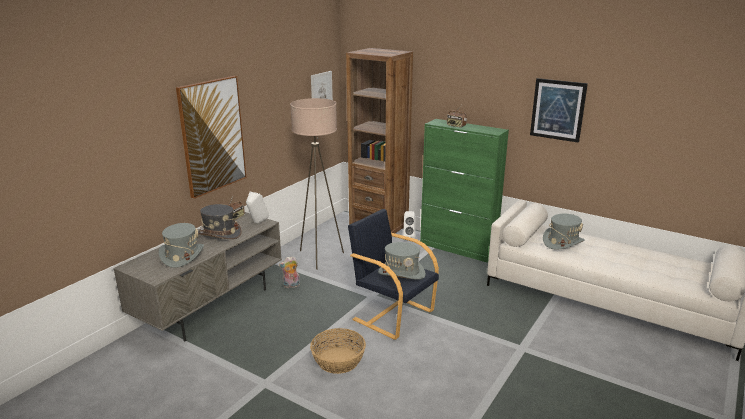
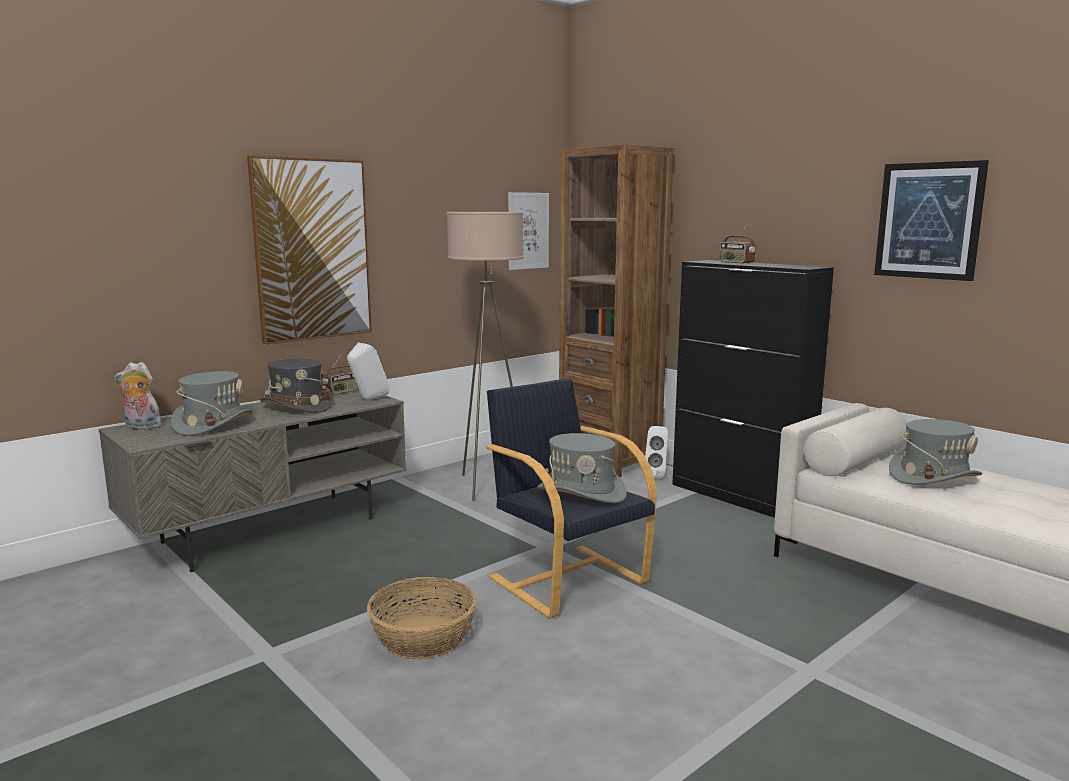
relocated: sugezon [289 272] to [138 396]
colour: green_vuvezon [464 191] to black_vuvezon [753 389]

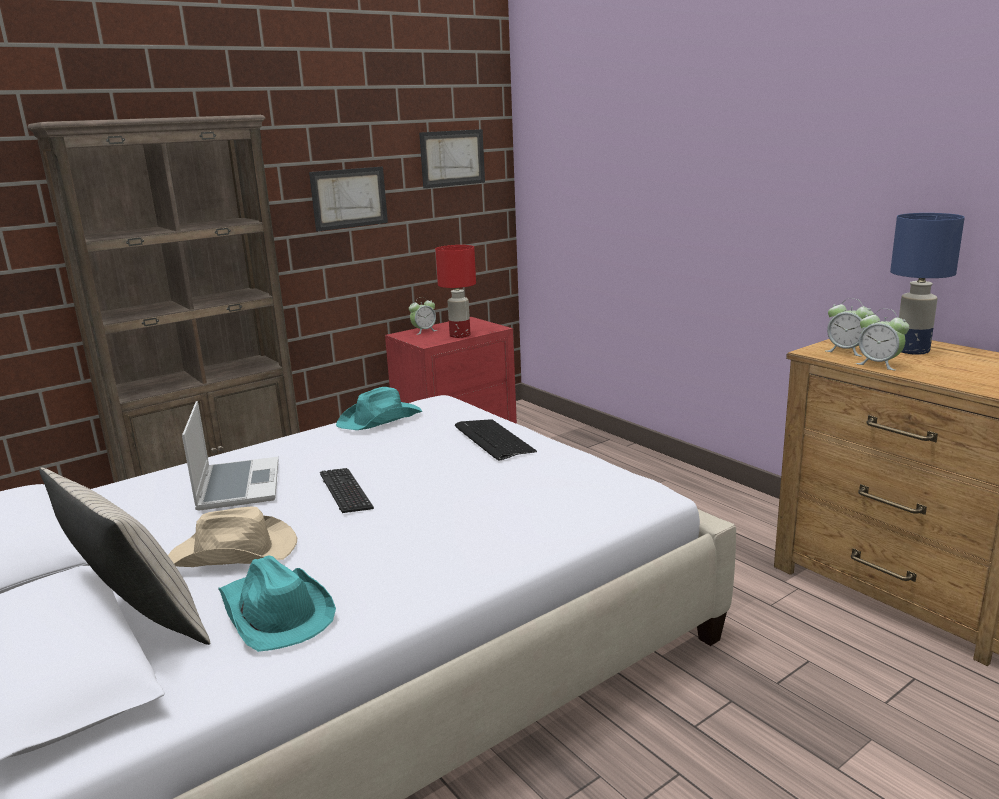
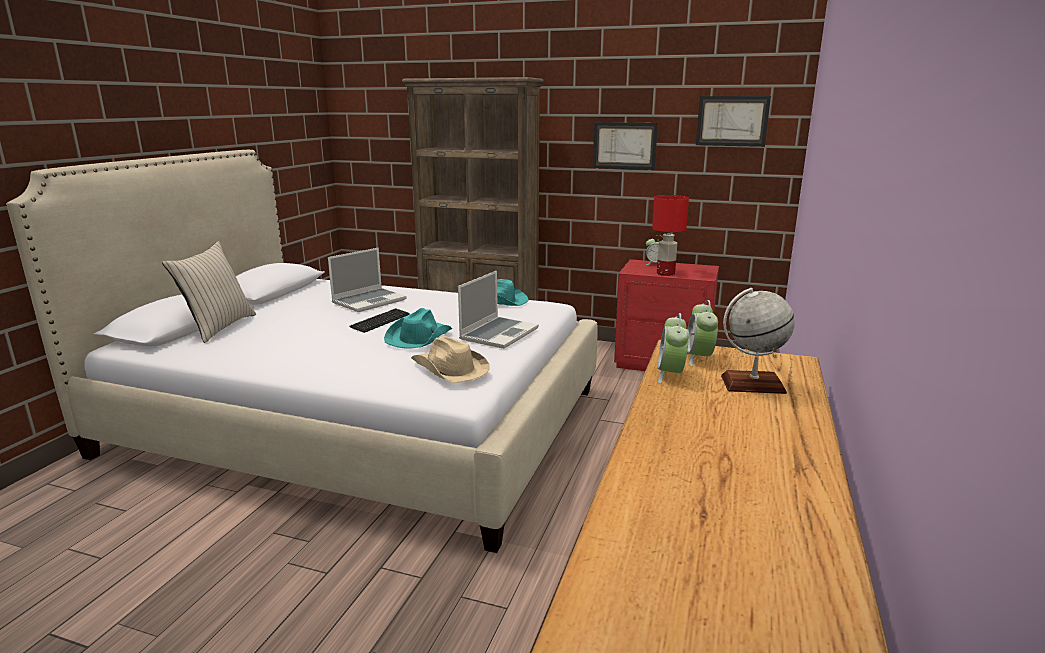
relocated: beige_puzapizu [232 537] to [450 359]; turquoise_puzapizu [277 603] to [418 328]
exchanged: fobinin [496 440] to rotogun [498 310]; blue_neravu [927 284] to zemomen [758 341]

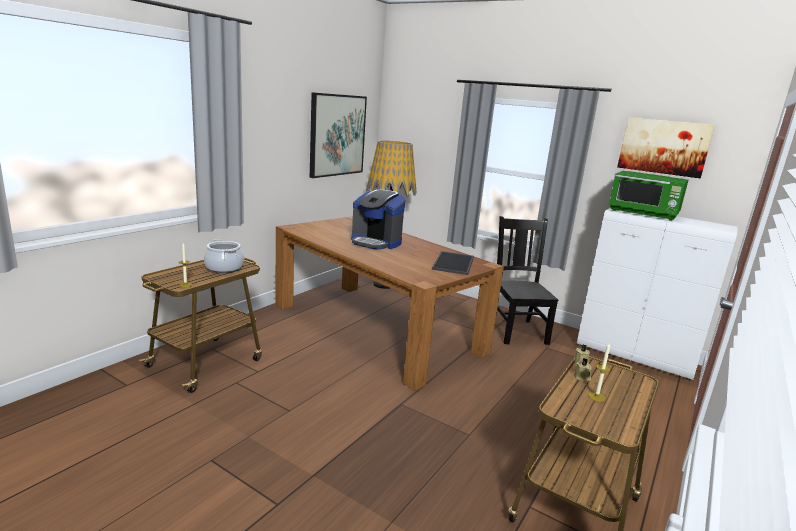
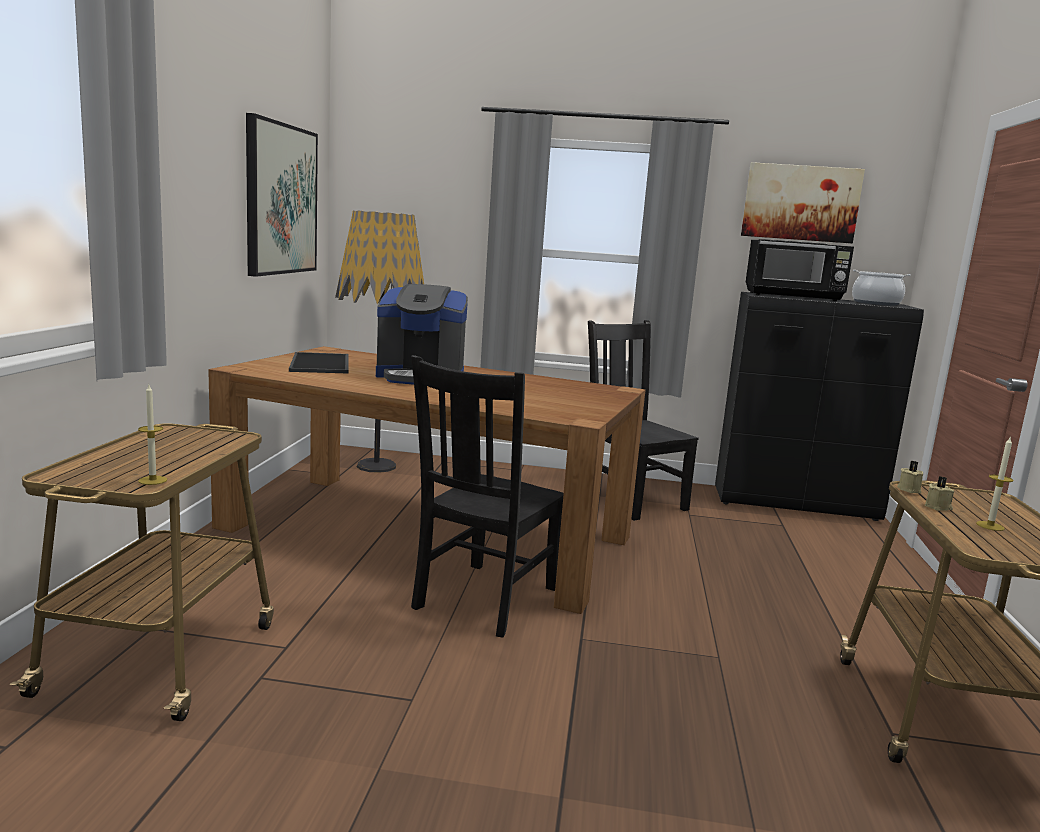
appeared: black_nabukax [487 496]
relocated: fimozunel [224 256] to [881 288]; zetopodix [453 263] to [319 362]
colour: white_vuvezon [657 294] to black_vuvezon [819 406]; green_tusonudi [648 196] to black_tusonudi [800 270]

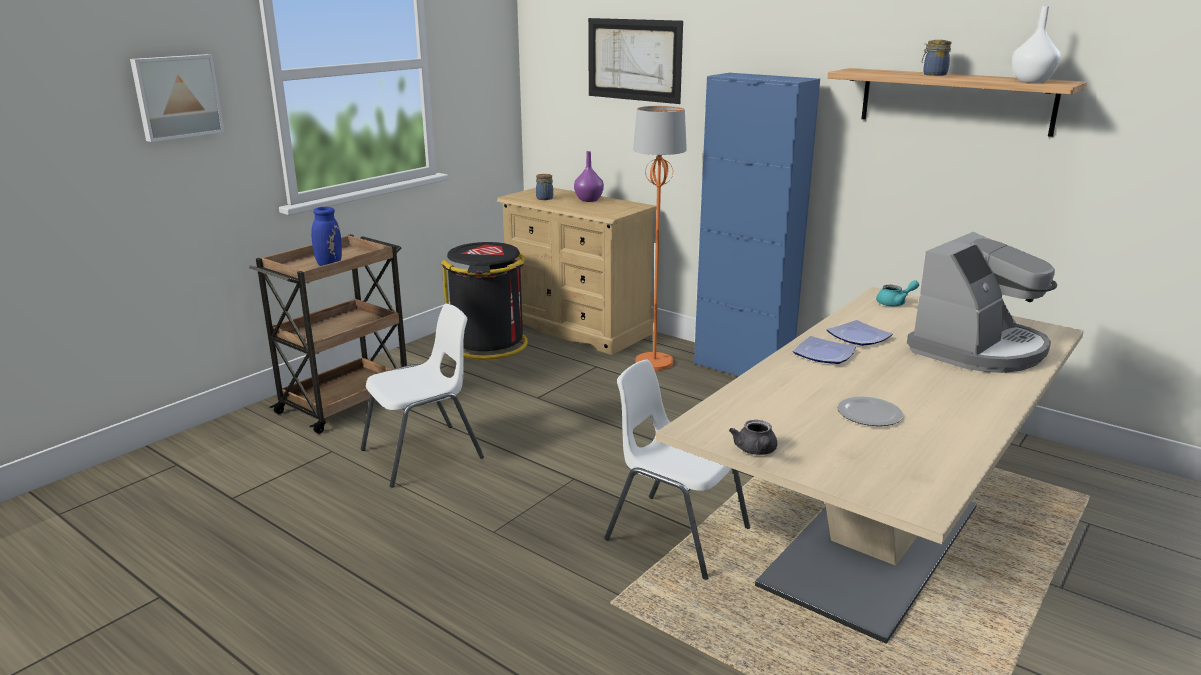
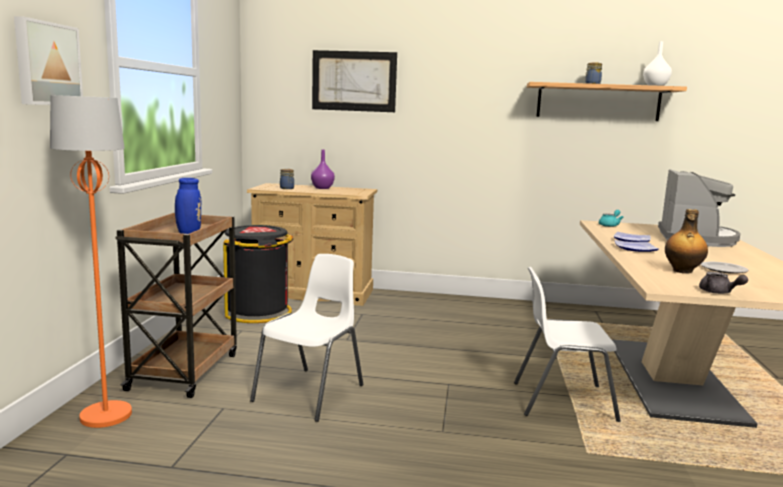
missing: blue_vuvezon [757 224]
appeared: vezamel [686 241]
relocated: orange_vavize [660 238] to [91 261]

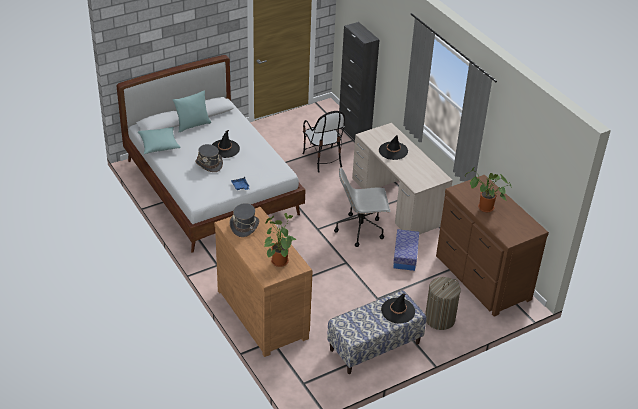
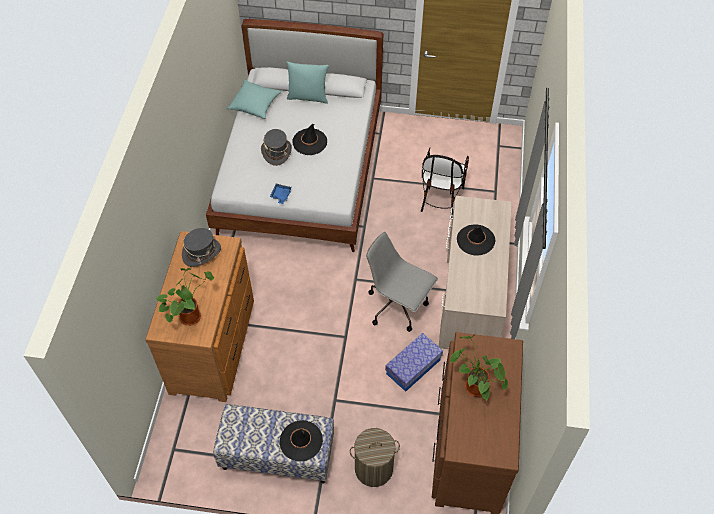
missing: black_vuvezon [359 81]

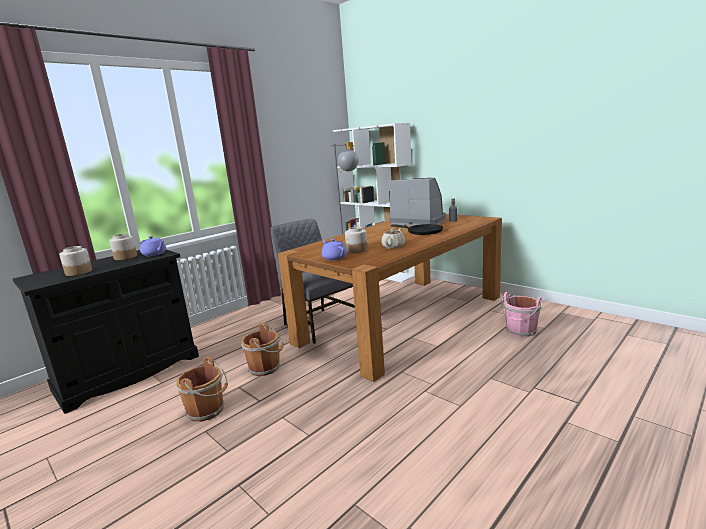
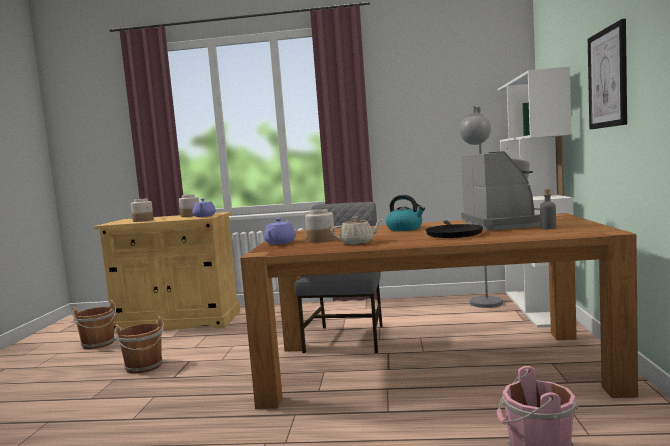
appeared: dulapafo [405 213]; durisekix [607 74]
relocated: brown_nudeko [262 349] to [94 324]
colour: black_vuvezon [106 332] to beige_vuvezon [167 272]

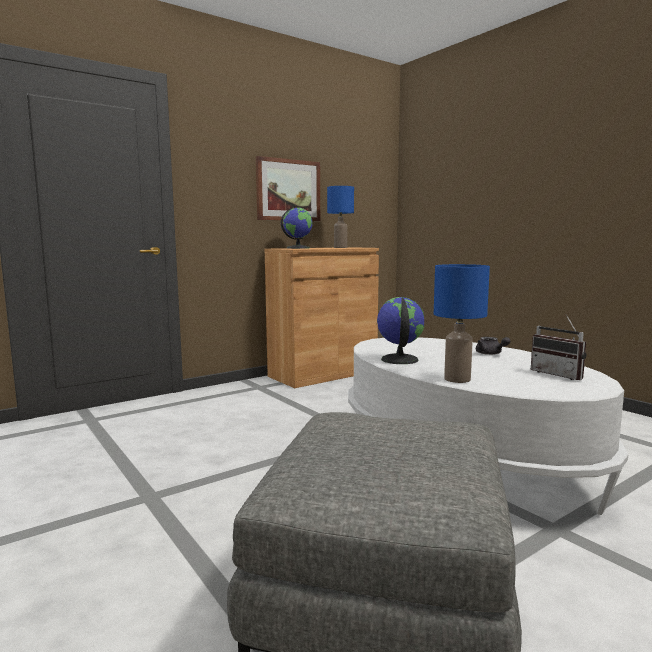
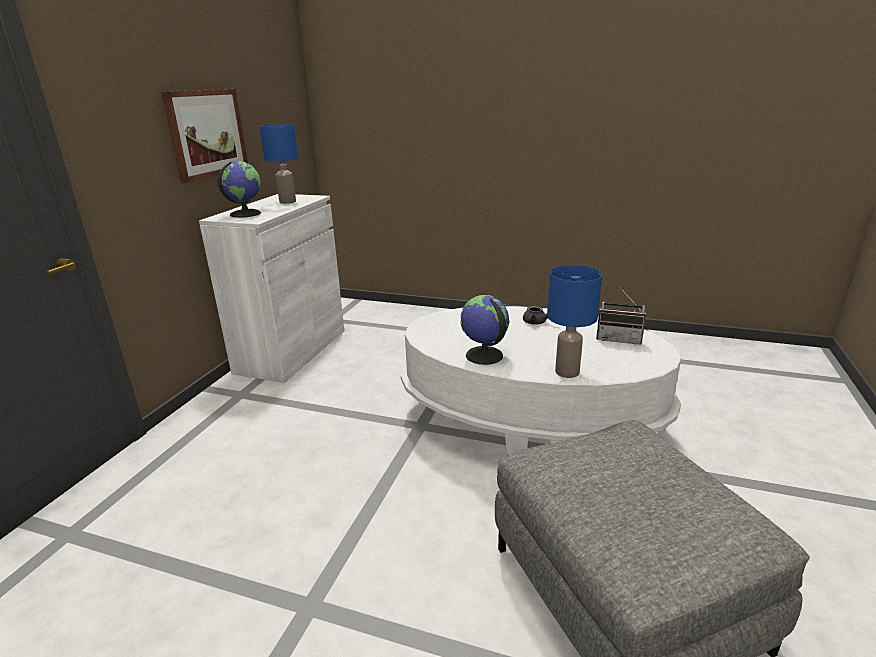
colour: brown_vuvezon [322 317] to white_vuvezon [271 288]

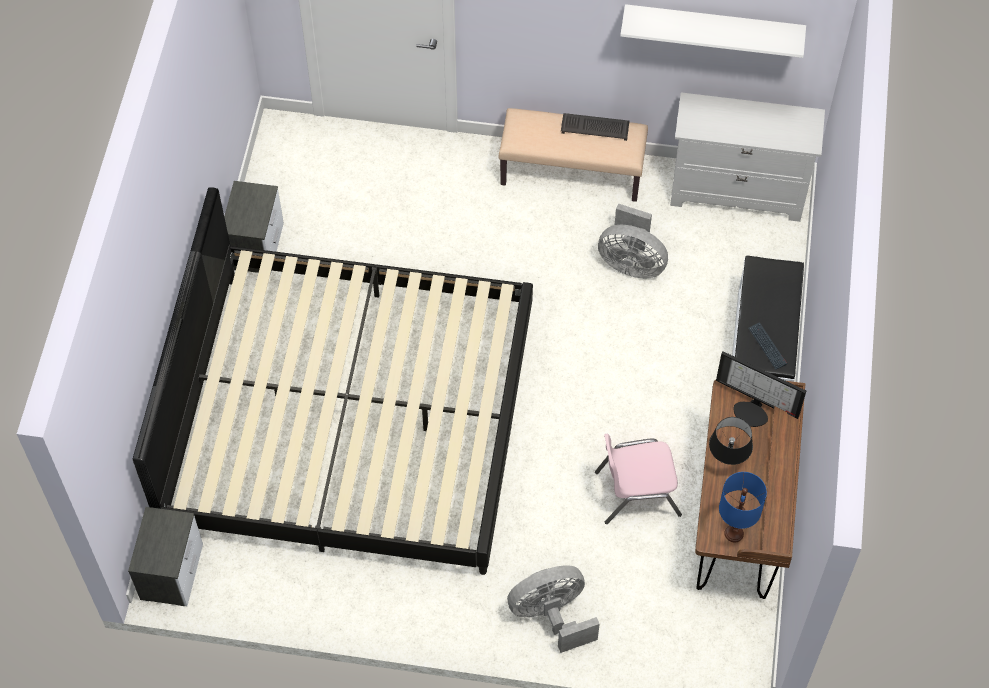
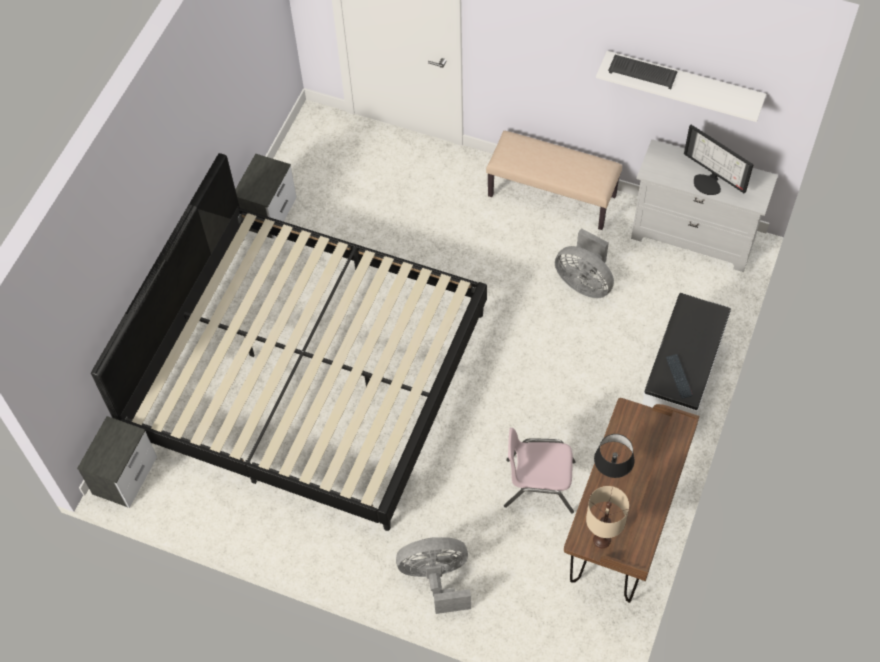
relocated: fobinin [595 127] to [643 72]; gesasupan [761 389] to [718 160]
colour: blue_neravu [743 507] to beige_neravu [607 517]

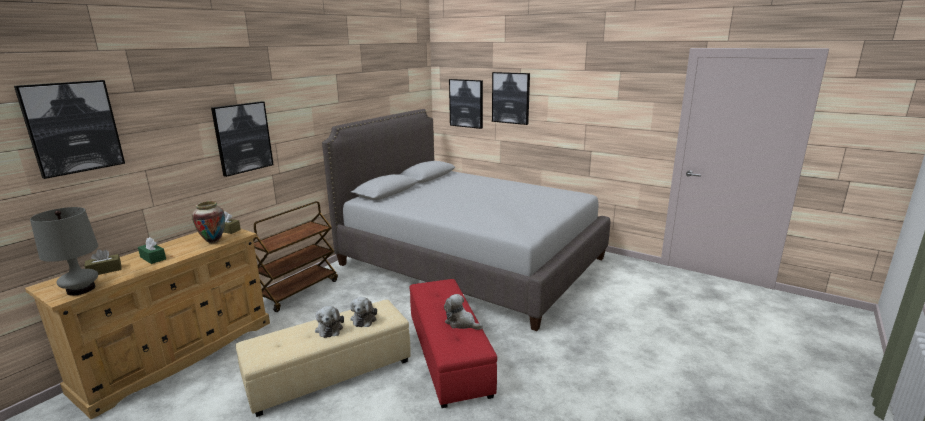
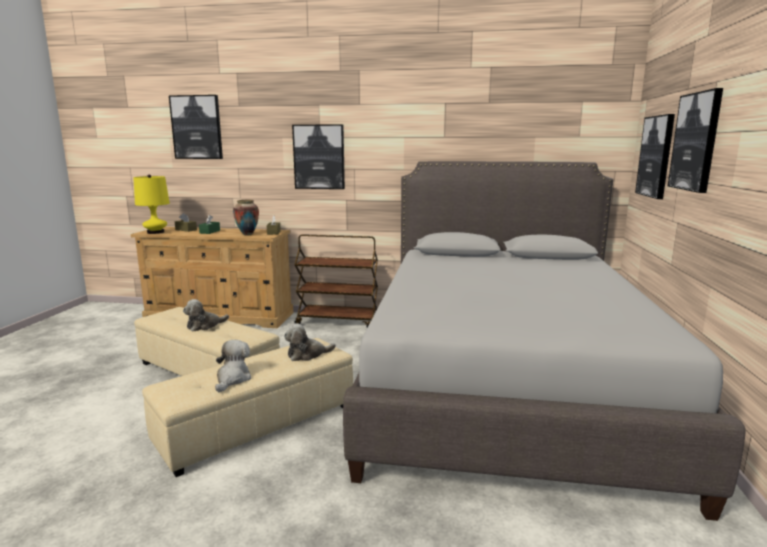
relocated: sugezon [363 312] to [310 342]
colour: grey_neravu [64 251] to yellow_neravu [151 204]; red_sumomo [453 343] to beige_sumomo [247 407]

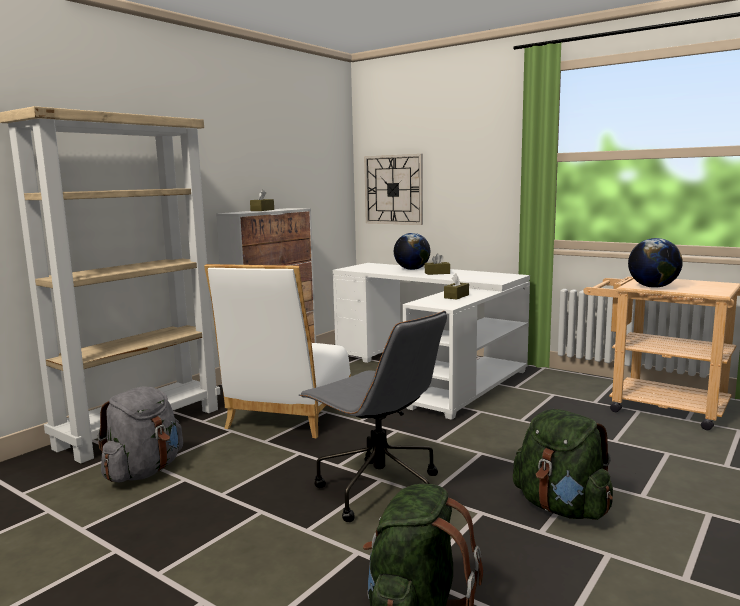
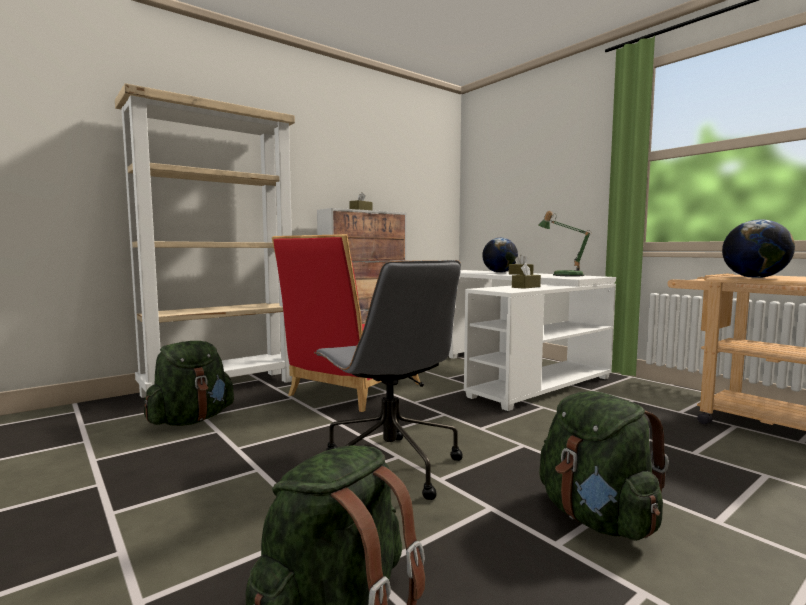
missing: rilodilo [393 189]
appeared: neravu [565 244]
colour: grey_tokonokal [140 435] to green_tokonokal [189 383]; white_nabukax [277 351] to red_nabukax [346 323]

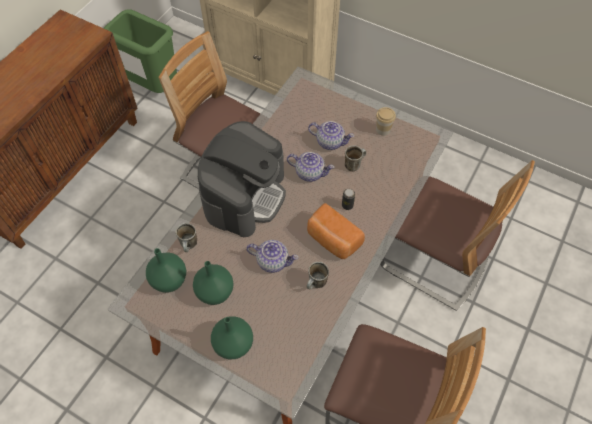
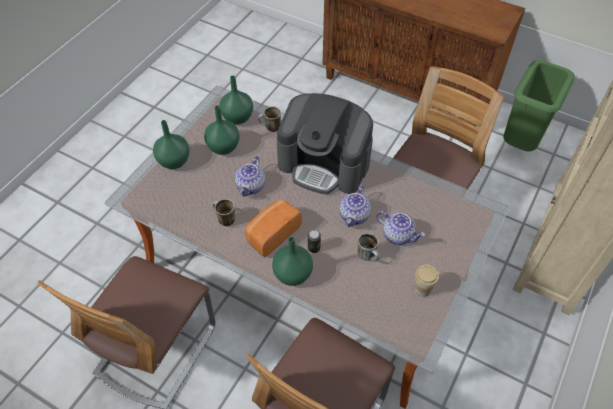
appeared: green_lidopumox [292 261]
spun: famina [331 135] = [400 227] 75 degrees counterclockwise

